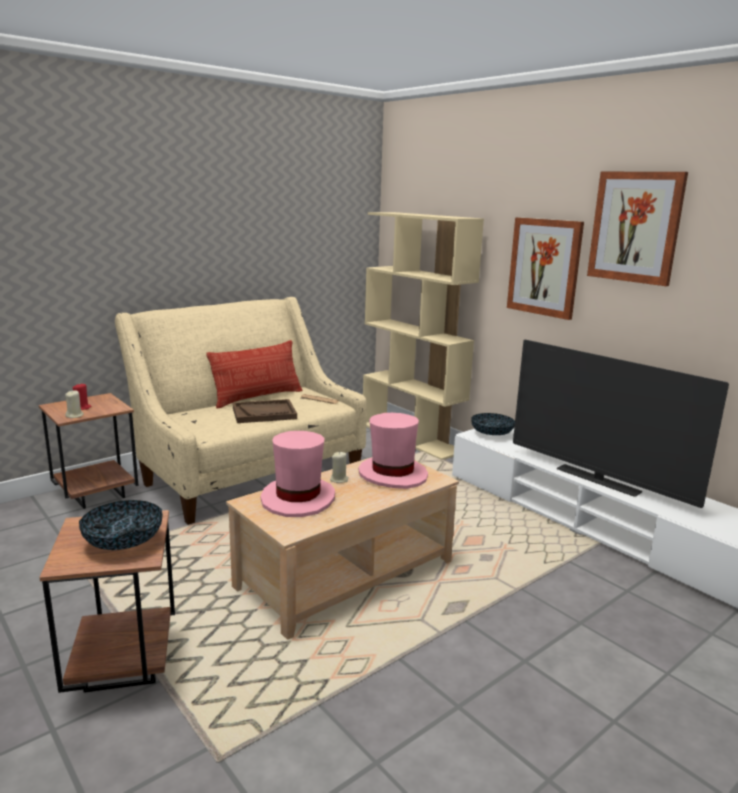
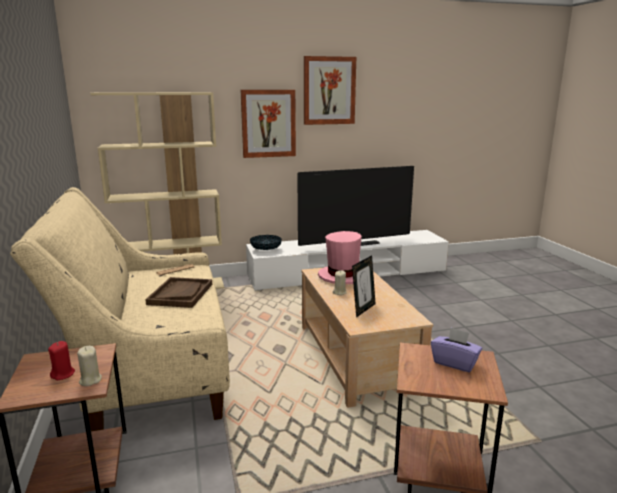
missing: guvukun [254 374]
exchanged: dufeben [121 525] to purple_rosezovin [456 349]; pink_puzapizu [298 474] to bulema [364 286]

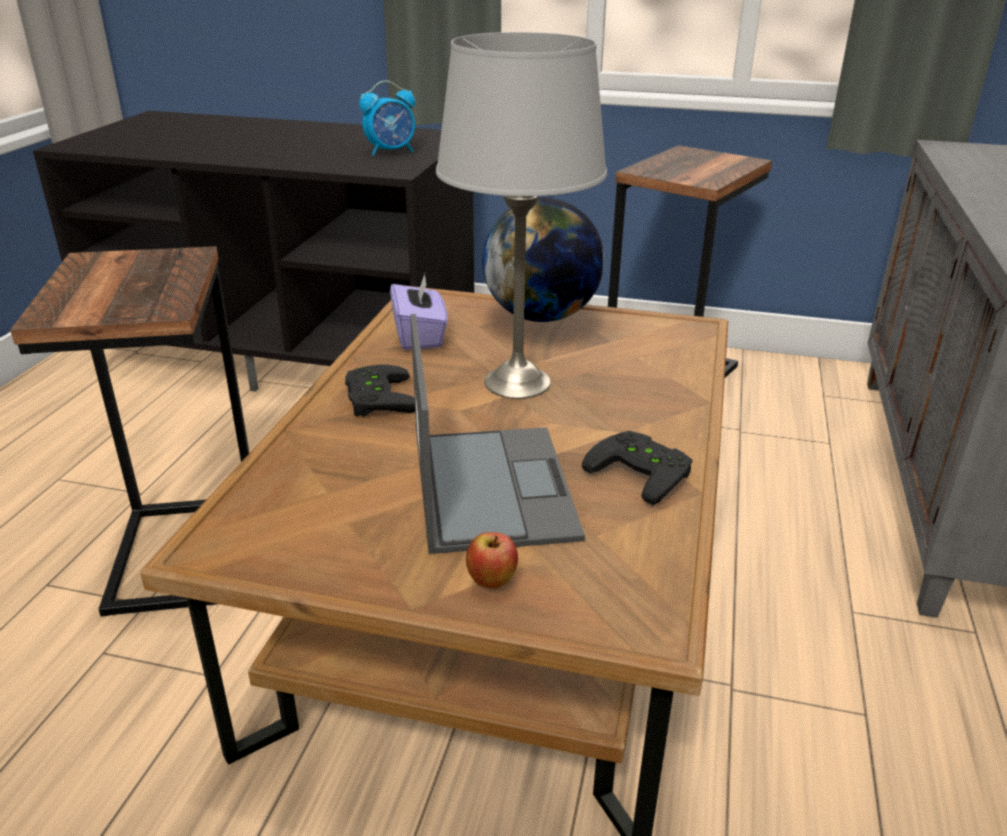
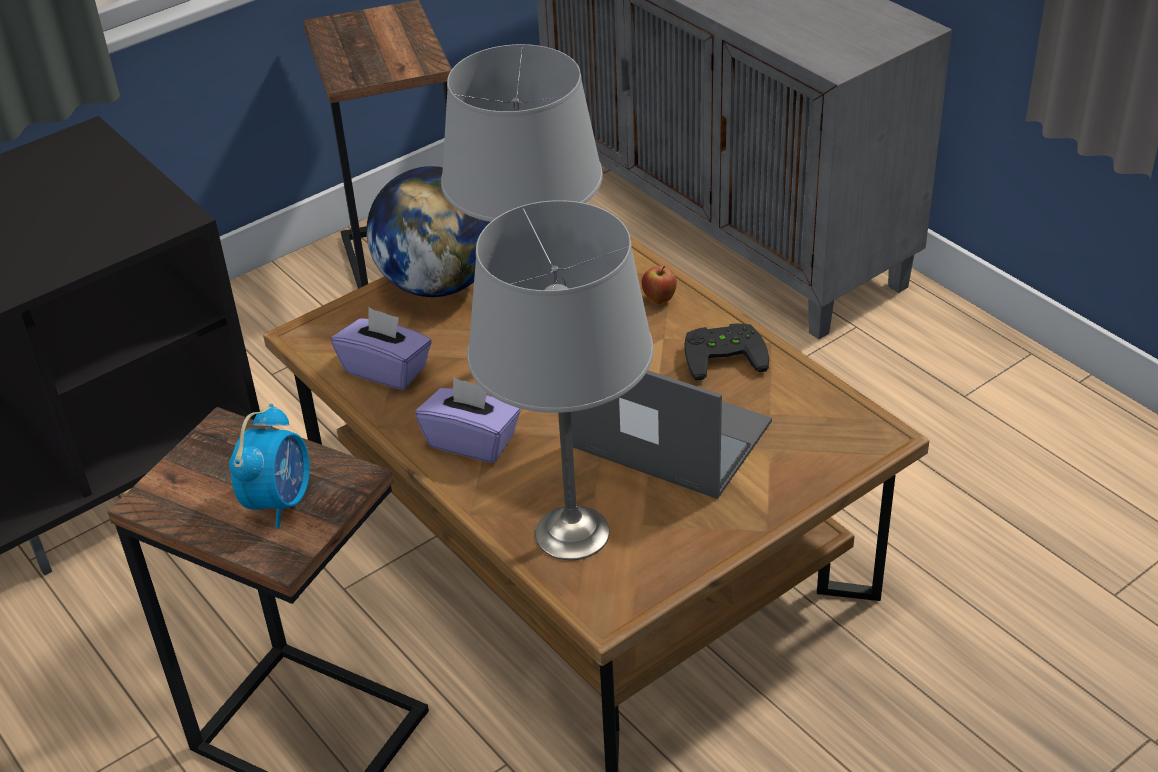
appeared: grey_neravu [560 380]
relocated: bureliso [387 118] to [269 466]; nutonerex [492 560] to [659 285]
exchanged: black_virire [380 391] to purple_rosezovin [468 420]

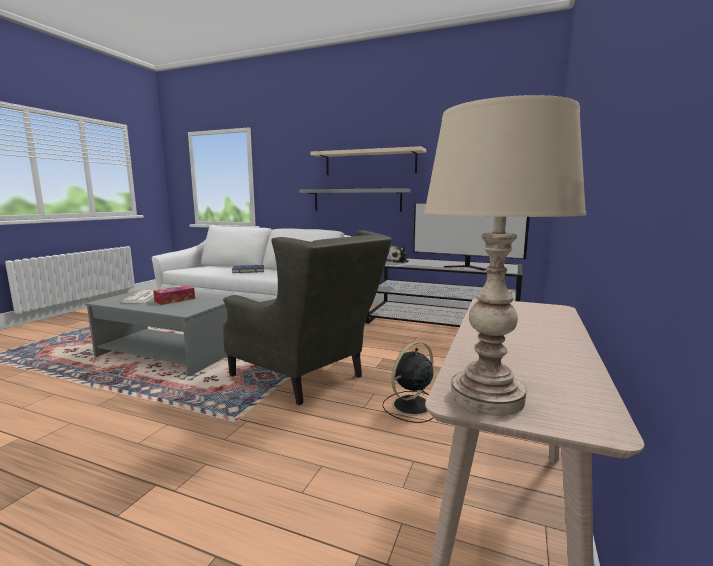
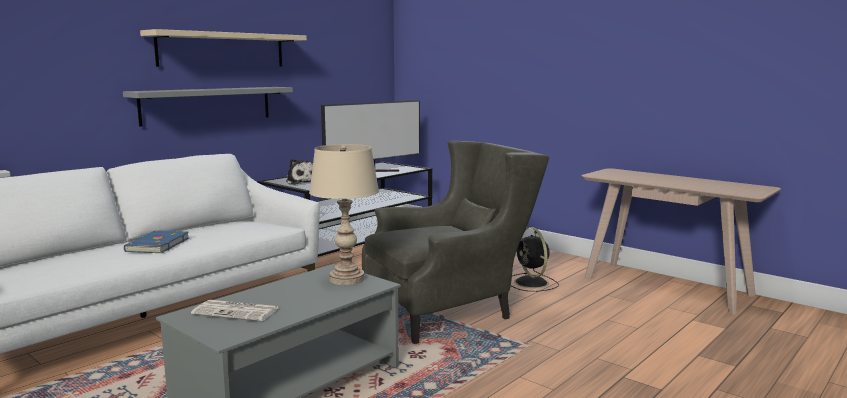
missing: rosezovin [174 295]
relocated: beige_neravu [505 255] to [344 214]

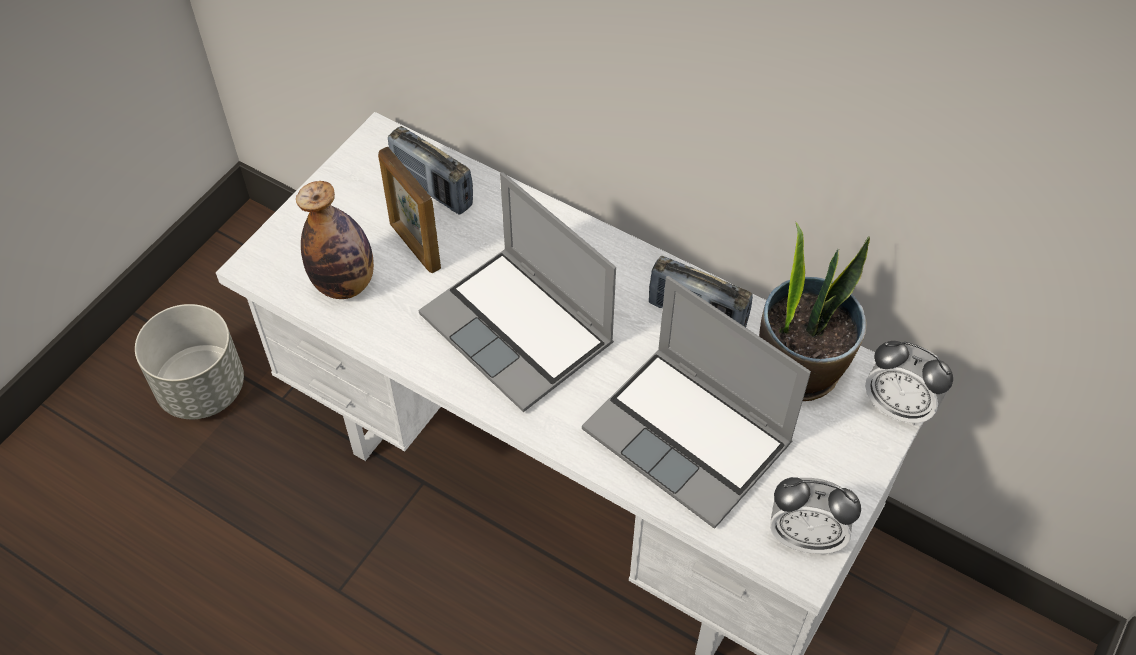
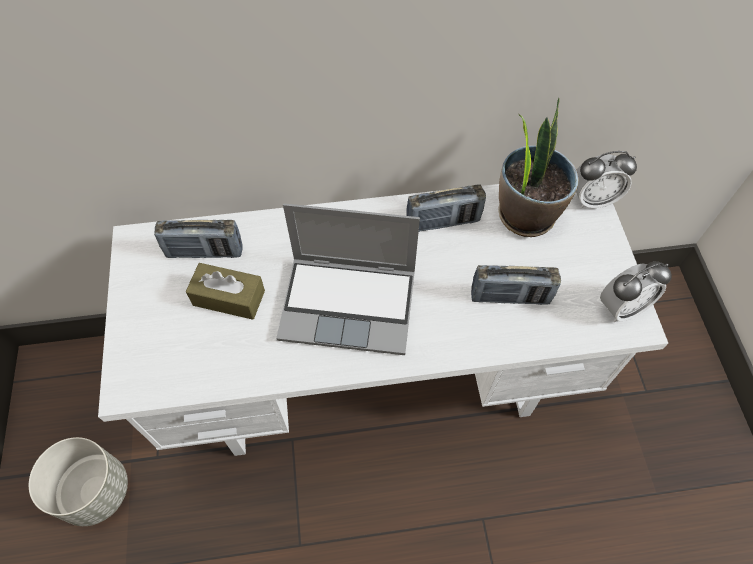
missing: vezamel [335 240]
exchanged: bulema [409 210] to brown_rosezovin [225 291]; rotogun [696 402] to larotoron [516 285]

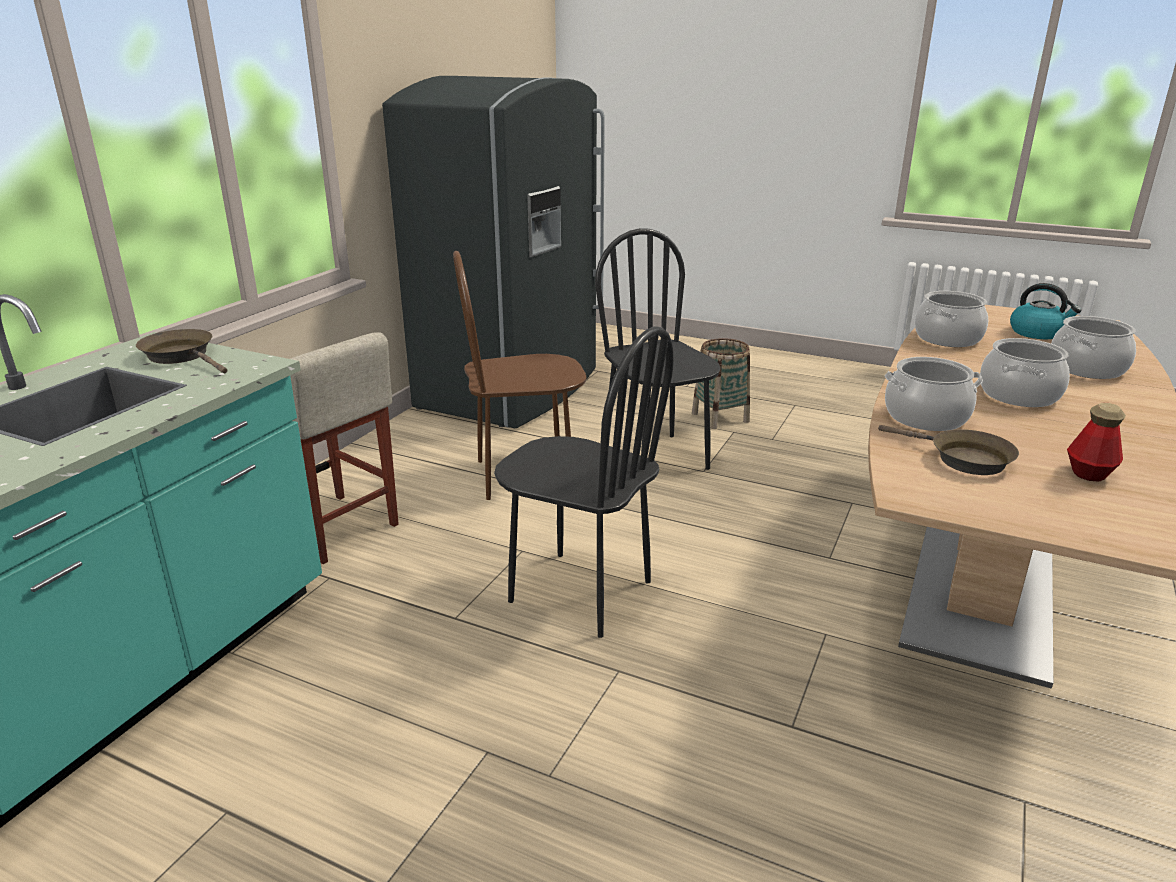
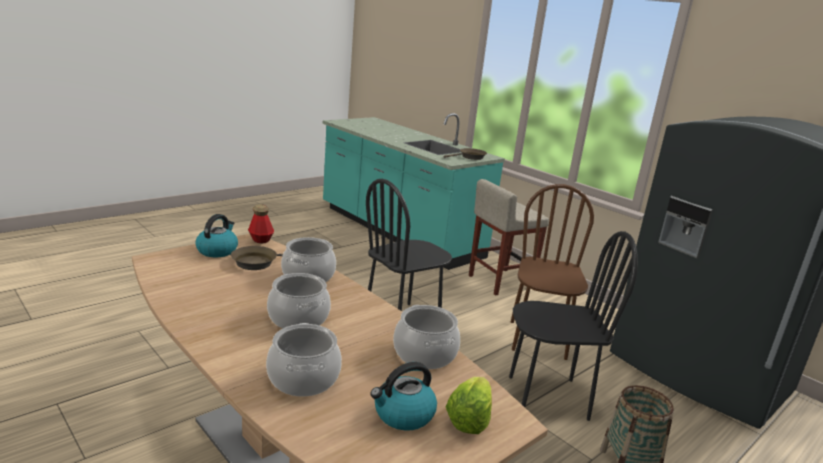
appeared: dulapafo [217 235]; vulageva [469 405]
relocated: vezamel [1096 442] to [261 224]

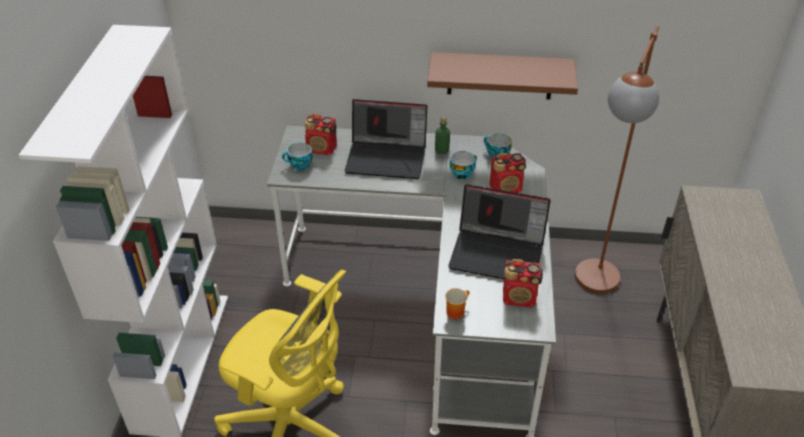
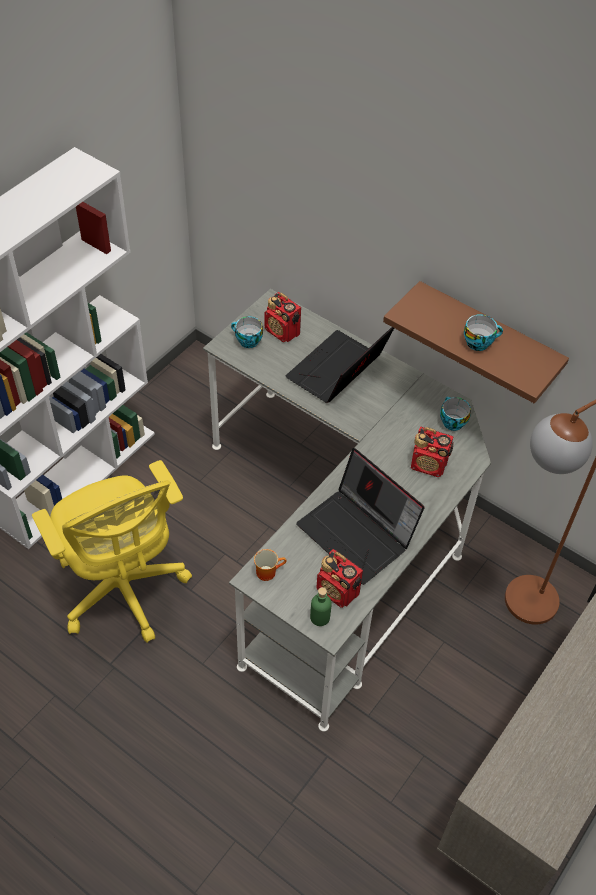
relocated: green_vezamel [442 135] to [321 606]; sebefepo [463 165] to [483 332]
spun: rotogun [386 139] = [340 365] 90 degrees clockwise

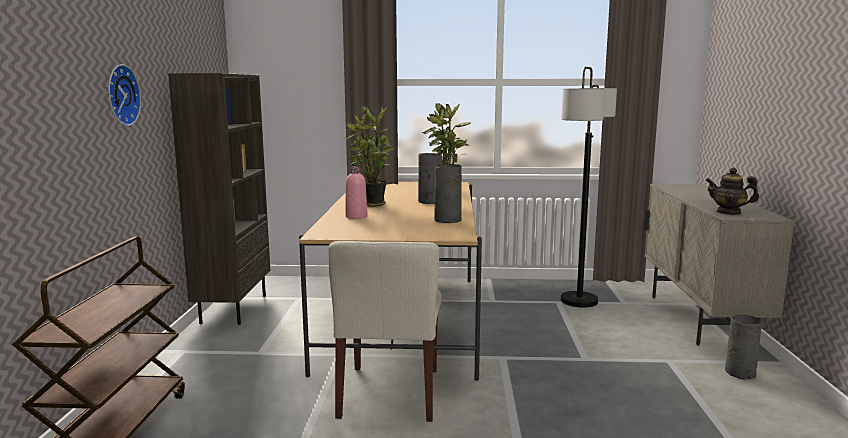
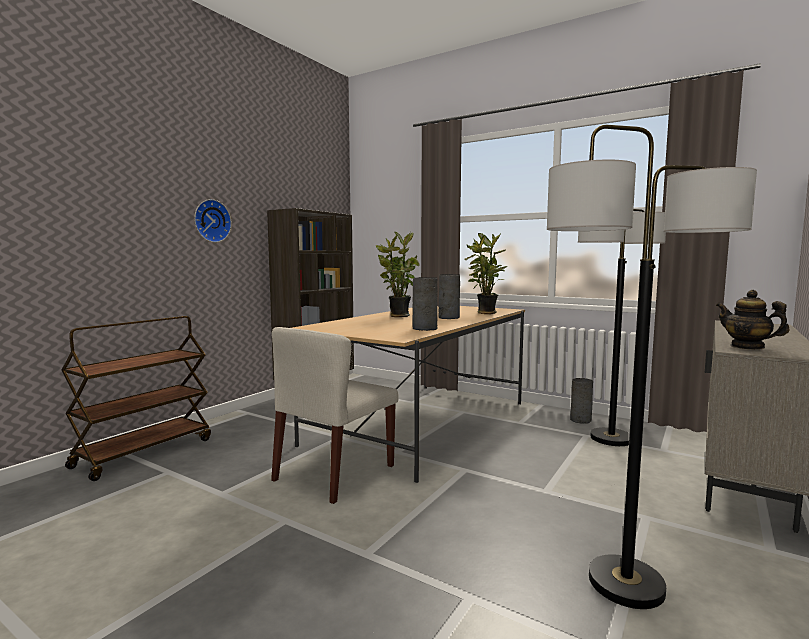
missing: pink_vezamel [356 192]
appeared: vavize [652 367]
relocated: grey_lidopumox [743 347] to [581 401]

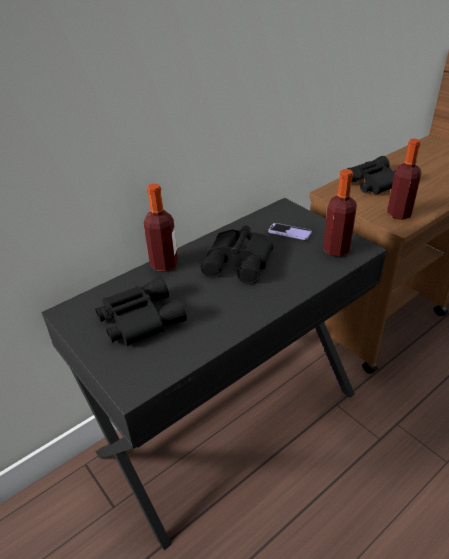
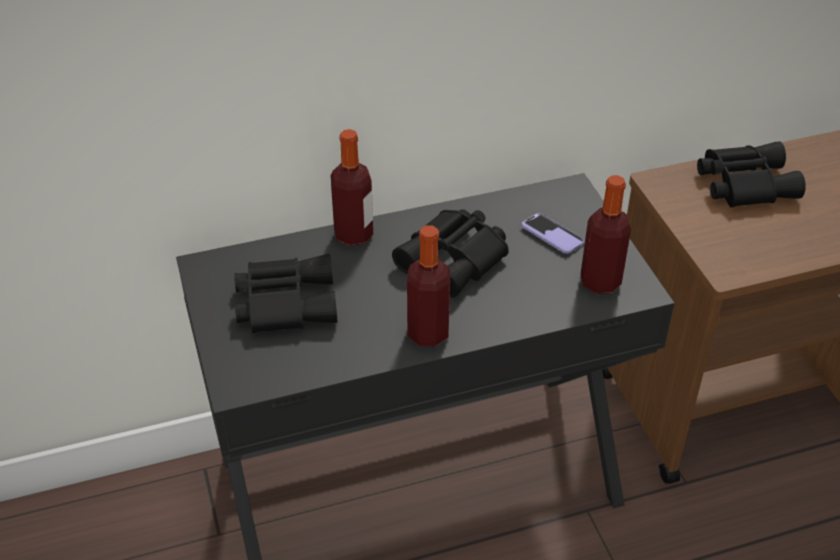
relocated: vezamel [404 179] to [428 285]

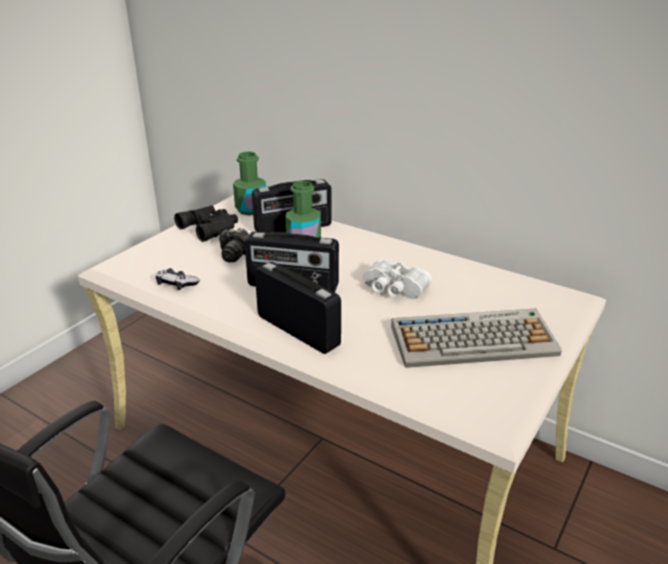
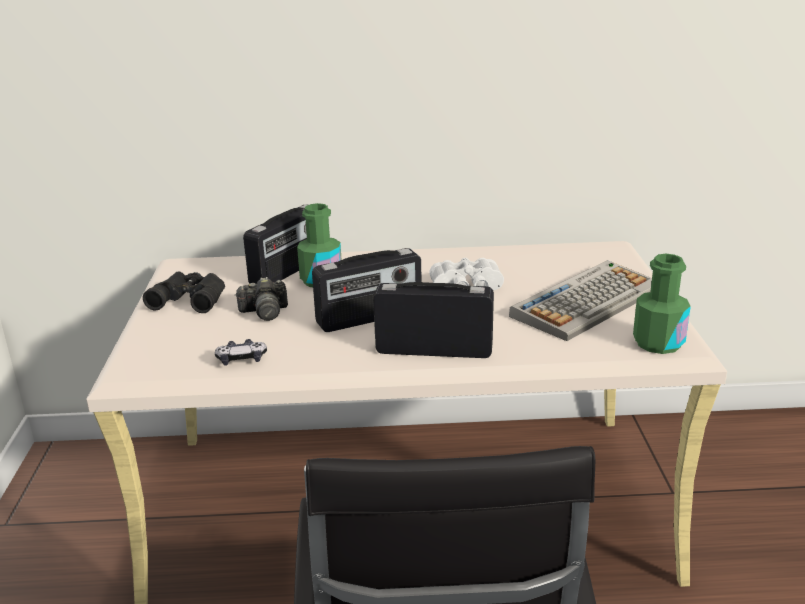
relocated: green_vezamel [249 183] to [662 304]

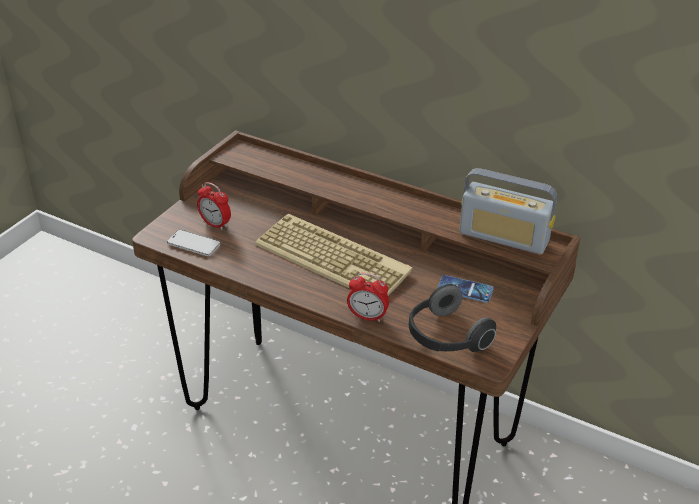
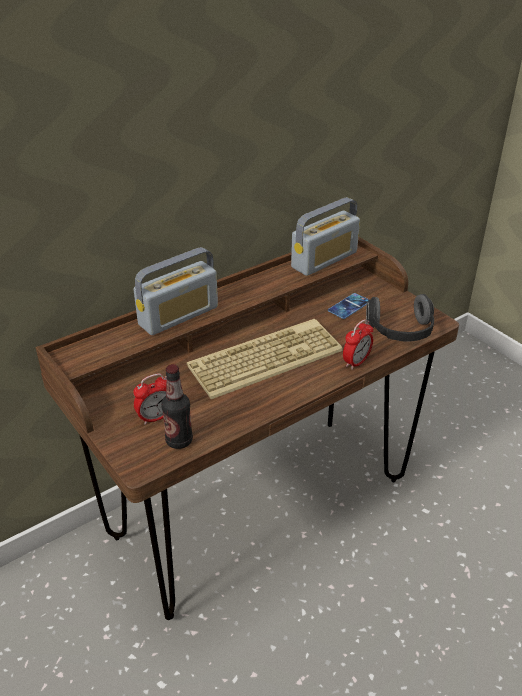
appeared: larotoron [176 291]
exchanged: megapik [194 243] to vezamel [177 406]

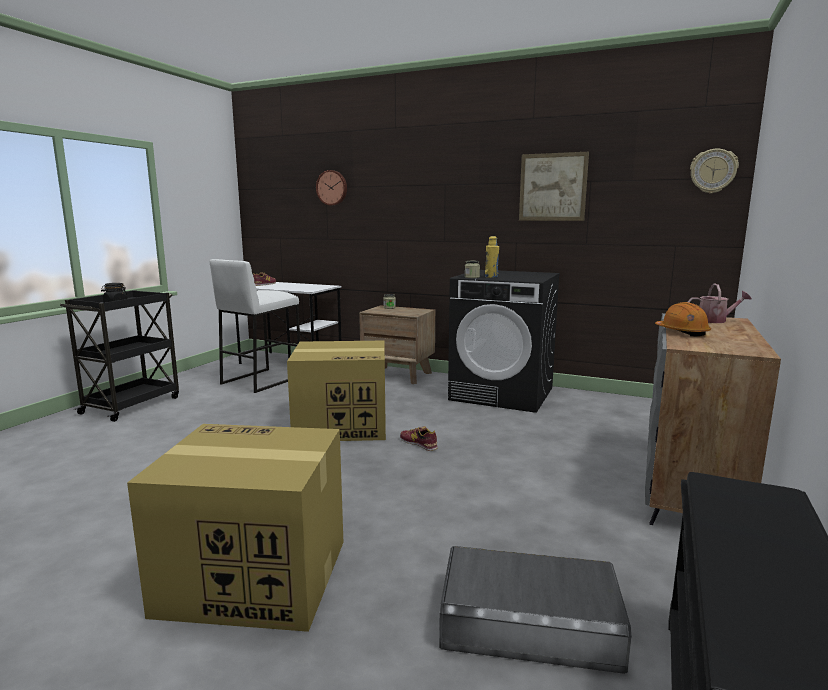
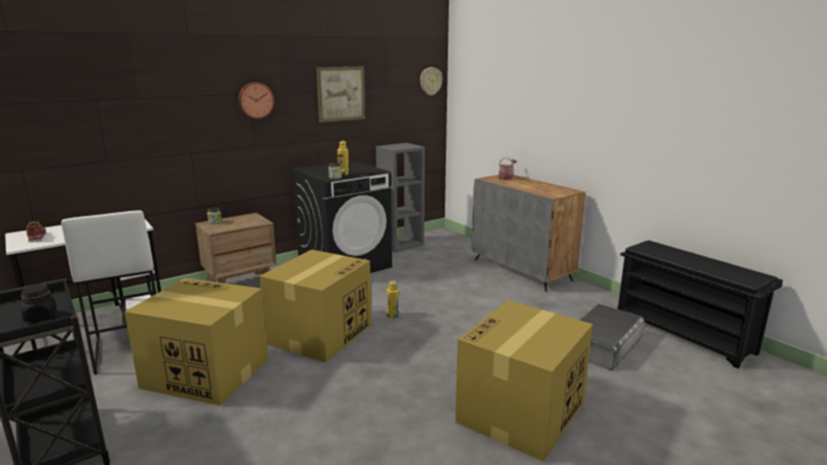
missing: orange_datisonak [683 319]
appeared: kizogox [197 342]; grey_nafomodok [400 197]
relocated: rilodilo [331 188] to [256 100]
exchanged: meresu [419 438] to yellow_vezamel [393 299]

